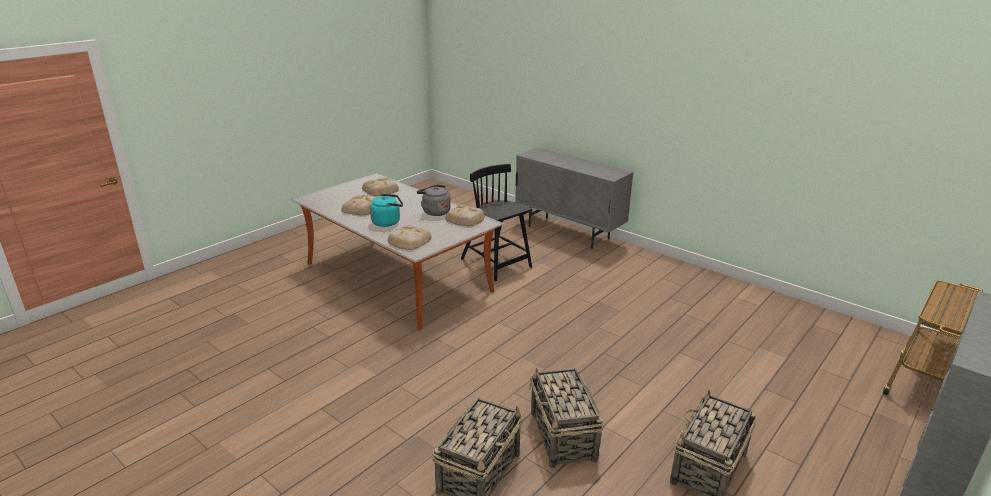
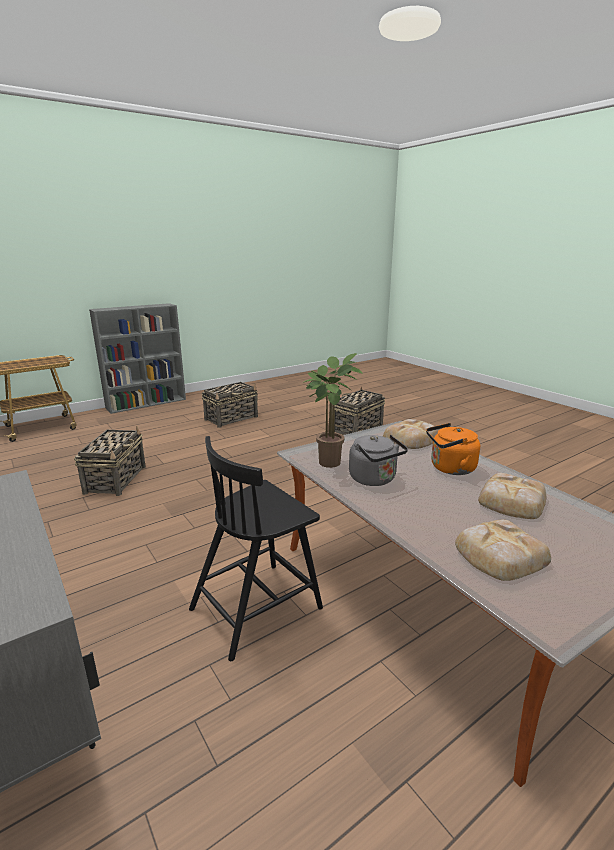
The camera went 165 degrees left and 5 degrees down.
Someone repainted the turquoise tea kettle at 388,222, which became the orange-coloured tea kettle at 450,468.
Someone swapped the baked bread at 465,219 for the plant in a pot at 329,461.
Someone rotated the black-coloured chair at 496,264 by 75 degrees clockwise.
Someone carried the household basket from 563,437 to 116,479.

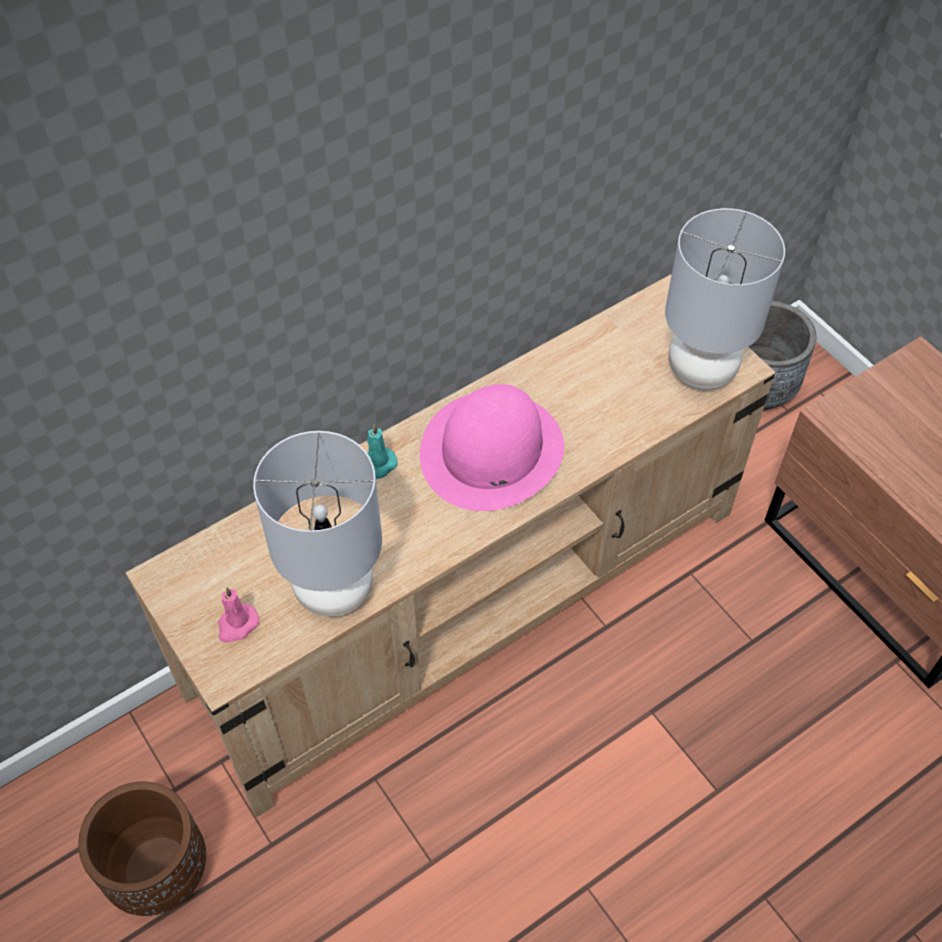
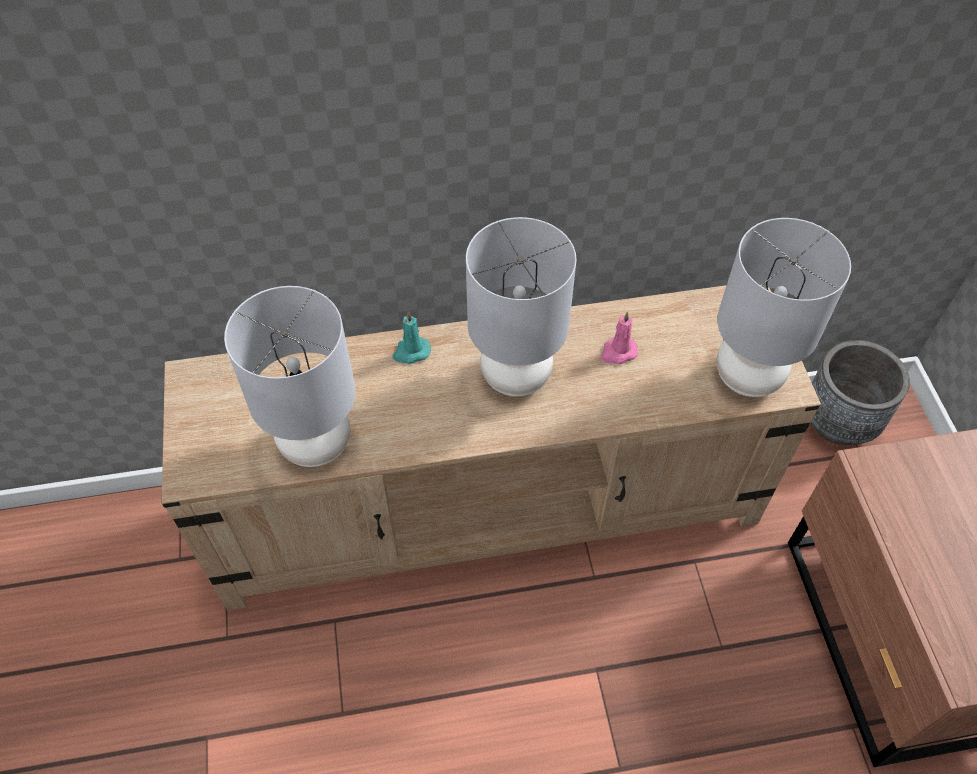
The camera went 25 degrees right and 0 degrees up.
Someone took away the brown planter at 158,870.
Someone carried the pinkish wax light from 237,625 to 618,352.
Someone swapped the pinkish wearable hat at 492,451 for the grey lamp for a table at 515,376.

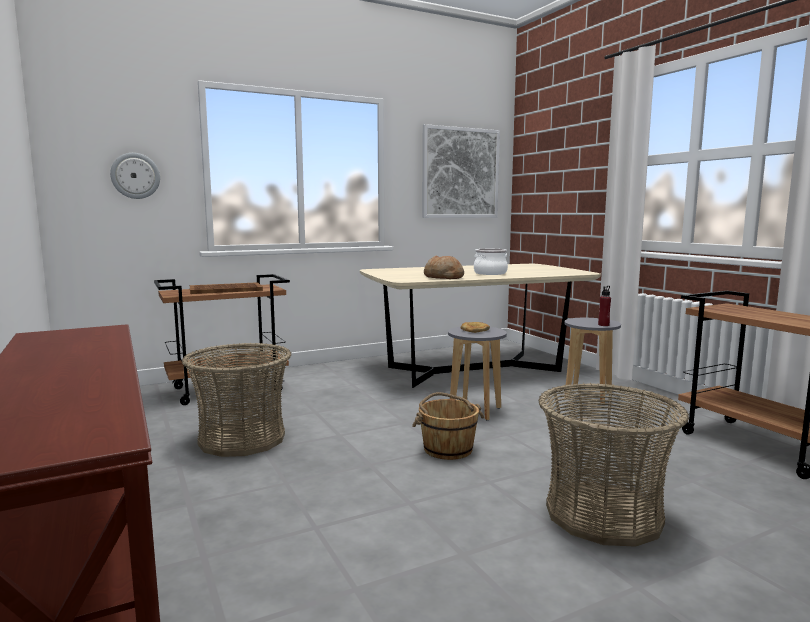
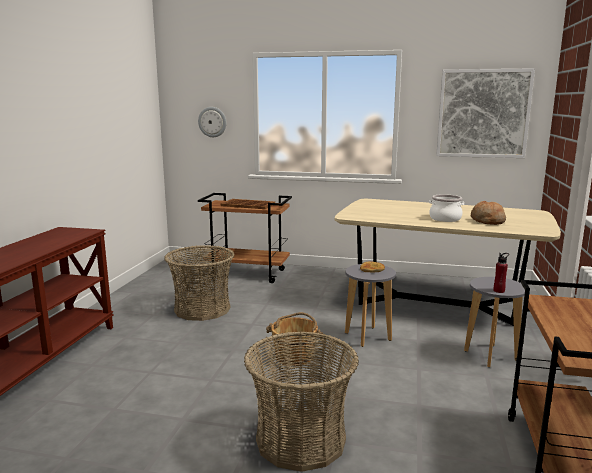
The camera went 40 degrees right and 5 degrees up.
Someone carried the baked bread from 443,277 to 487,221.

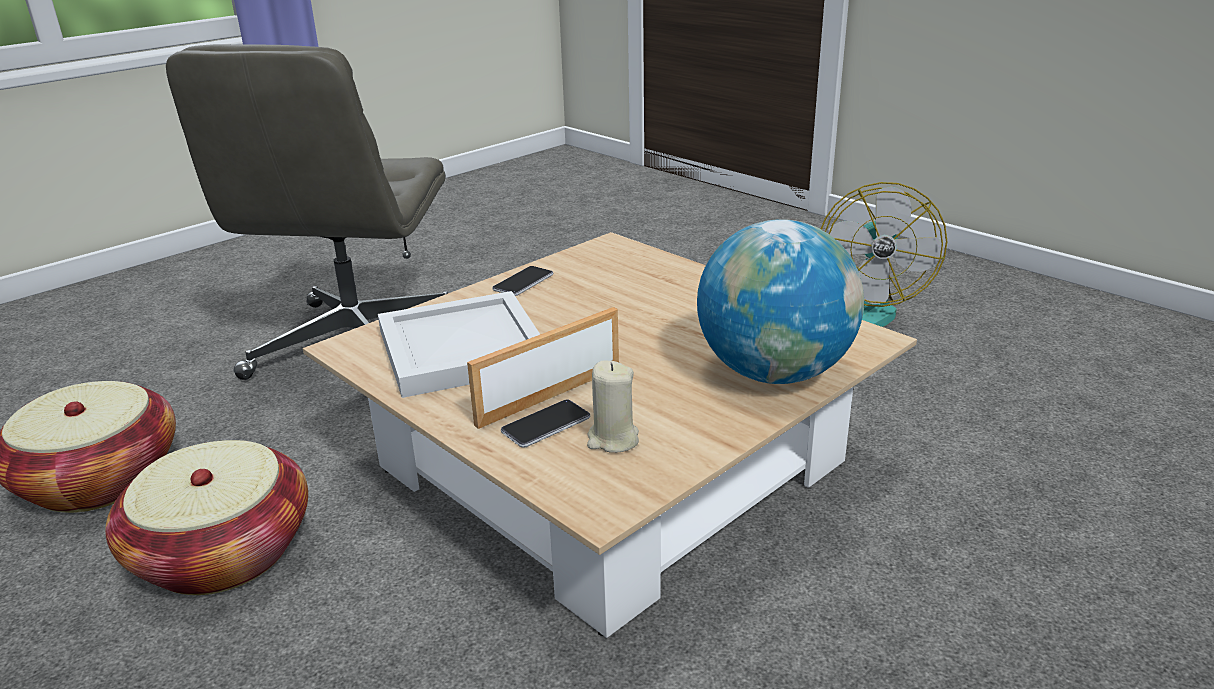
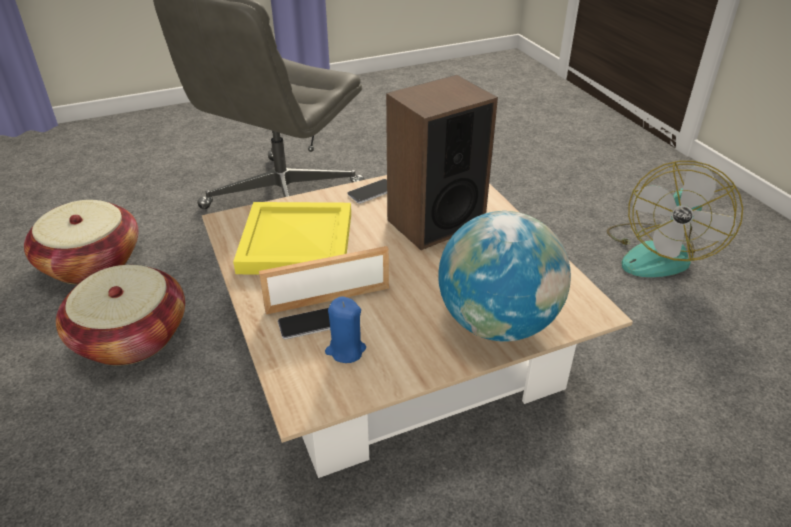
The camera went 20 degrees right and 10 degrees up.
Someone repainted the whitish carrying tray at 459,348, which became the yellow carrying tray at 295,241.
Someone repainted the beige-coloured wax light at 612,439, which became the bluish wax light at 345,350.
Someone put down the audio speaker at 435,222.

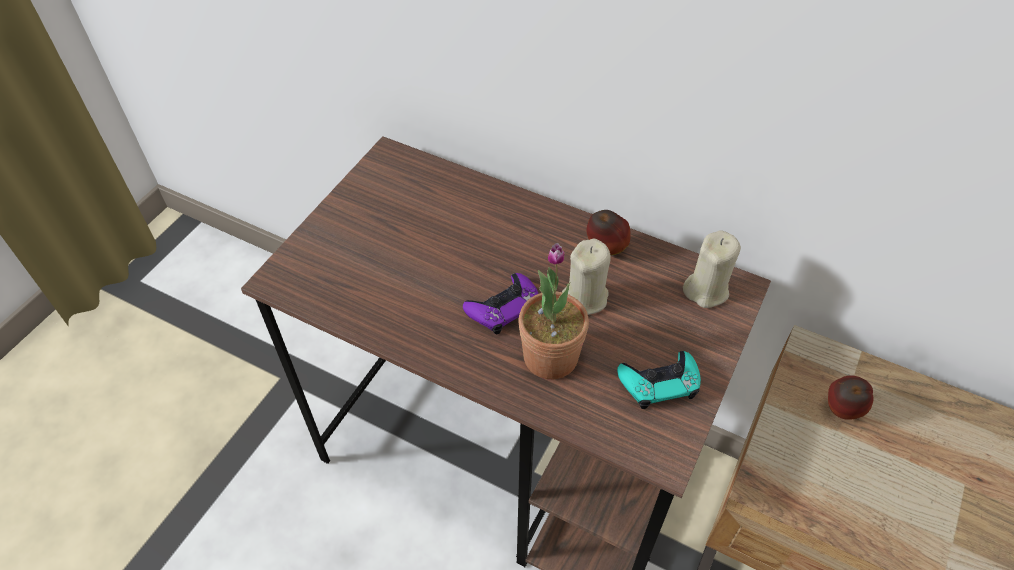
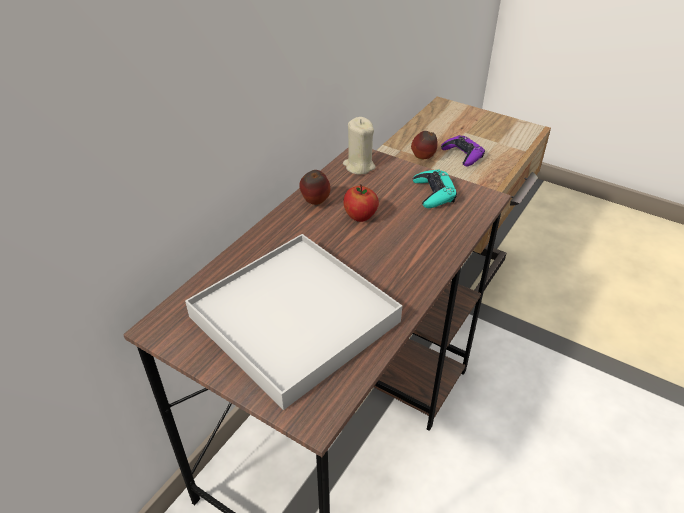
The camera went 85 degrees left and 10 degrees down.
Someone carried the purplish joypad from 503,308 to 463,154.
Someone took away the plant in a pot at 550,357.
Someone swapped the beige-coloured wax light at 585,297 for the apple fruit at 360,217.
Someone put down the whitish carrying tray at 293,319.

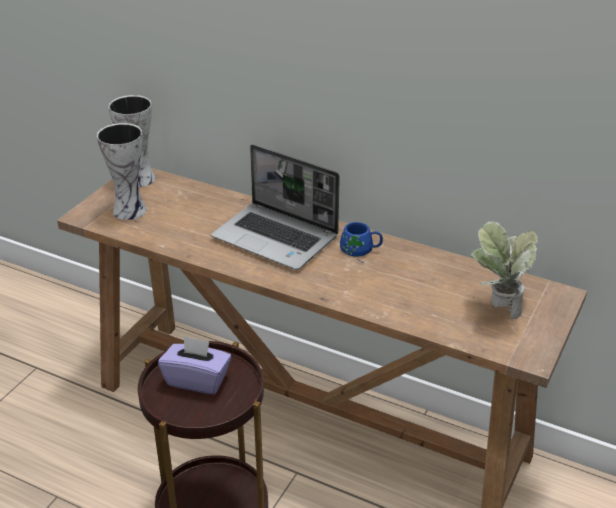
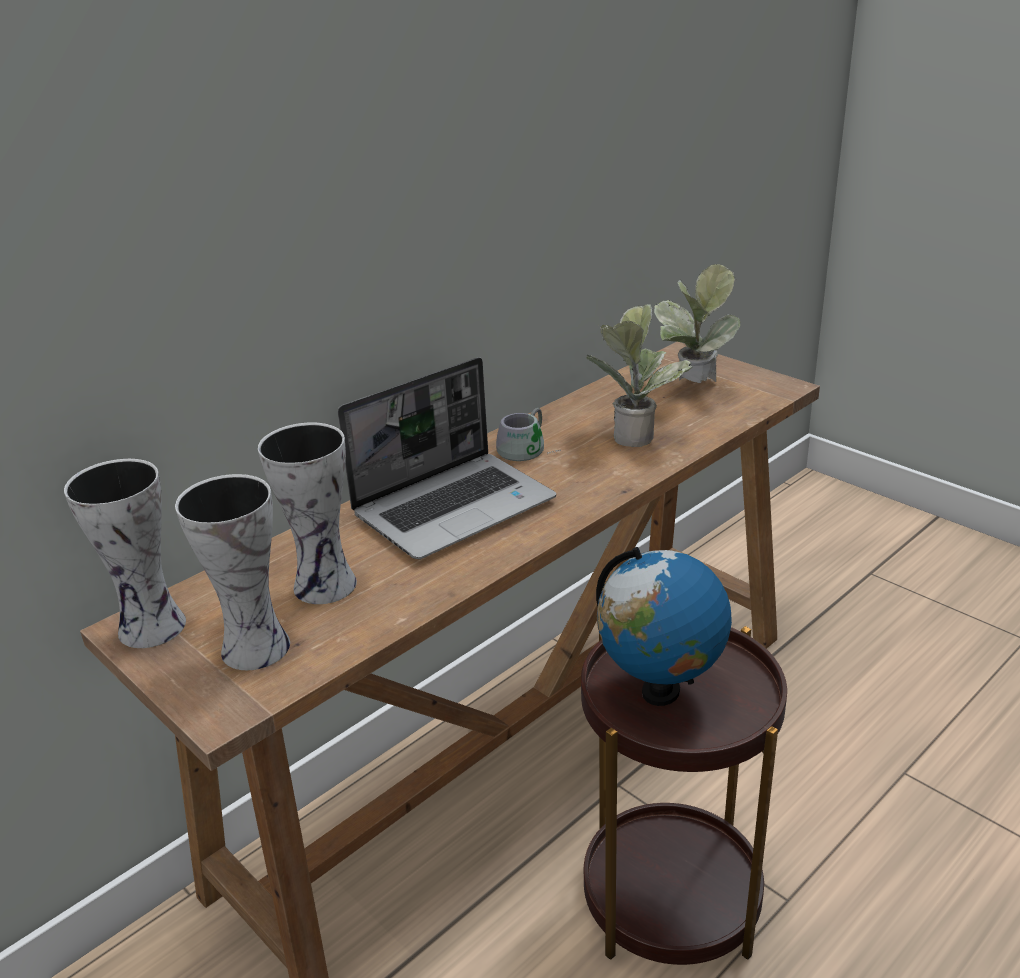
The camera went 70 degrees left and 5 degrees down.
Someone swapped the purplish tissue box at 197,380 for the desk globe at 660,692.
Someone repainted the bluish coffee mug at 359,250, which became the grey coffee mug at 528,449.
Someone put down the vase at 328,585.
Someone put down the plant in a pot at 635,433.

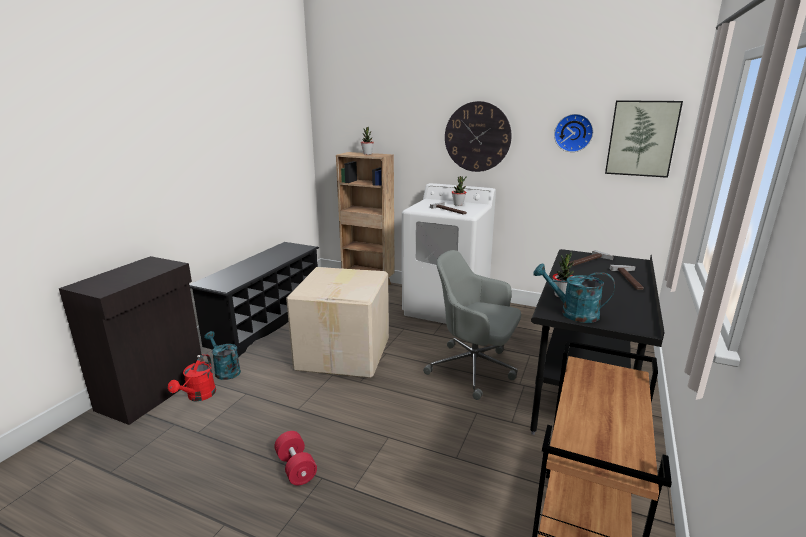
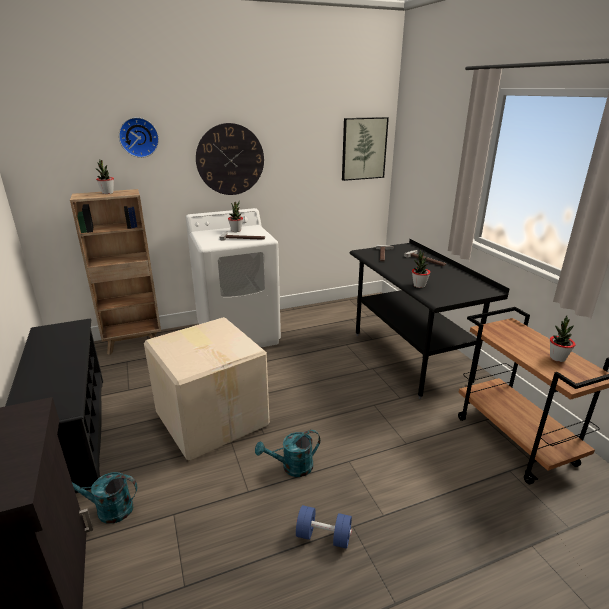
The camera went 45 degrees left and 5 degrees up.
Someone took away the reddish watering pot at 198,396.
Someone repainted the reddish dumbbell at 296,468, which became the bluish dumbbell at 323,536.
Someone took away the grey desk chair at 474,369.
Someone carried the turquoise watering pot from 572,313 to 292,467.
Someone carried the hanging clock from 573,133 to 138,137.
Someone put down the plant in a pot at 557,358.

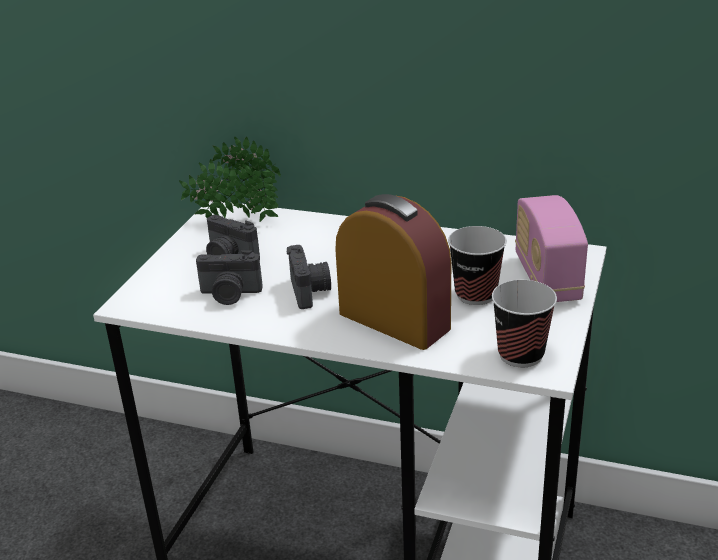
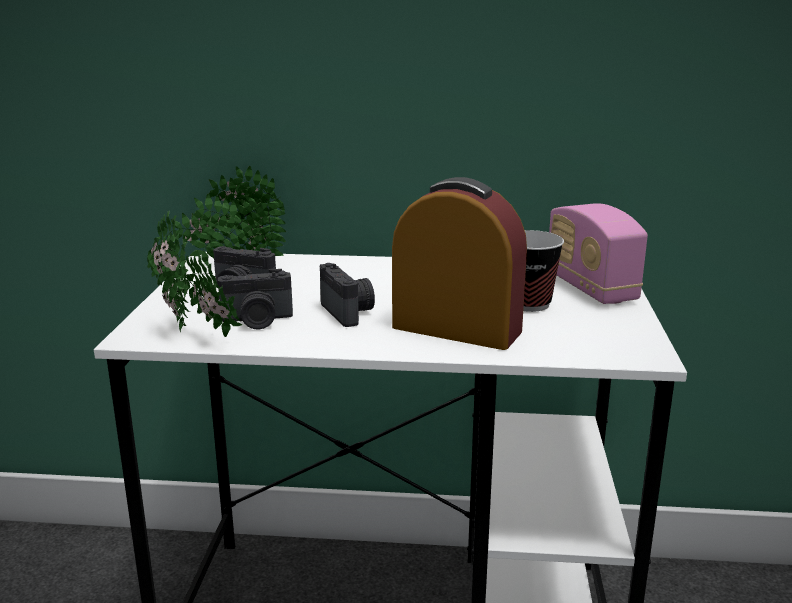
The camera went 15 degrees left and 10 degrees down.
Someone took away the drinking cup at 521,354.
Someone put down the plant in a pot at 196,335.

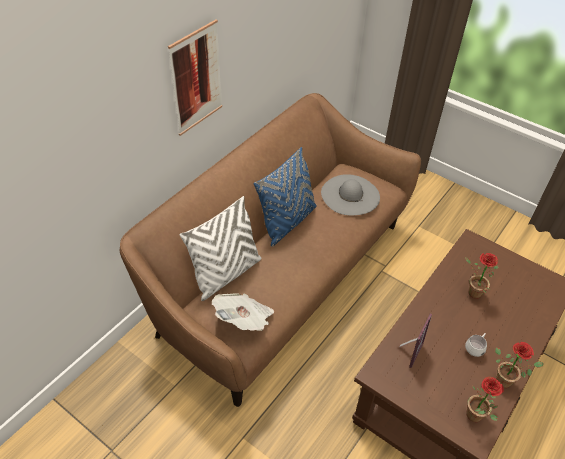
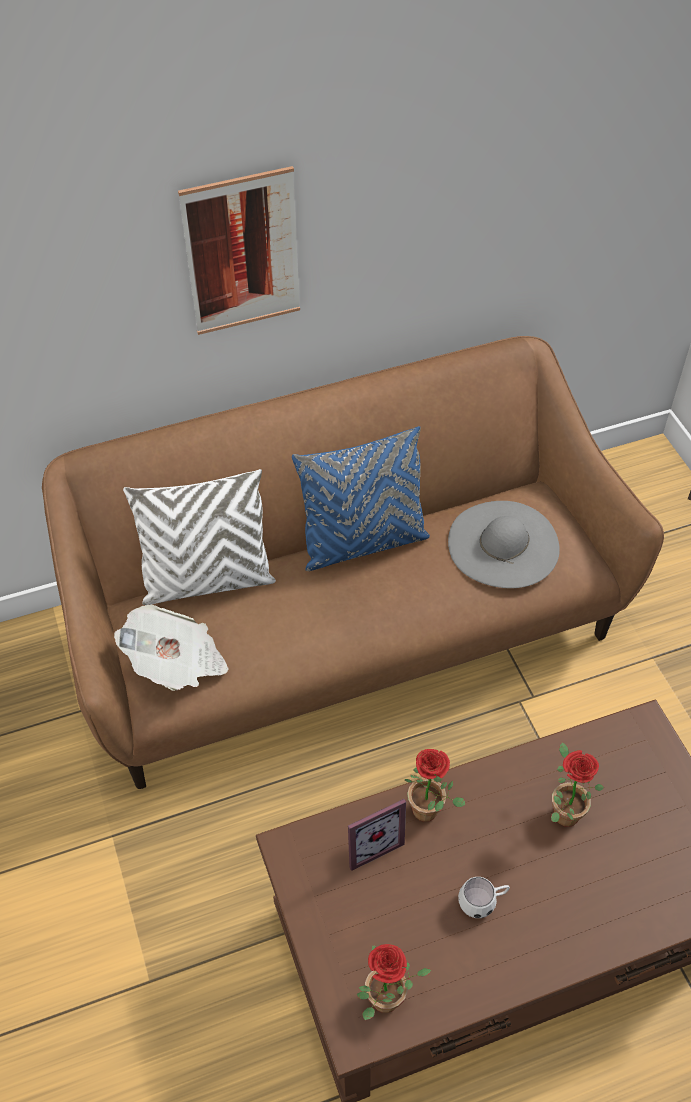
The camera went 35 degrees right and 5 degrees up.
Someone carried the plant in a pot from 506,380 to 430,812.

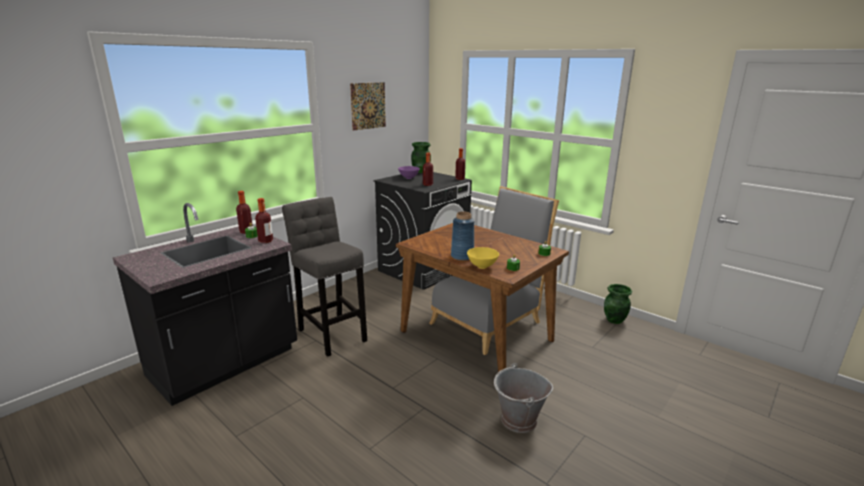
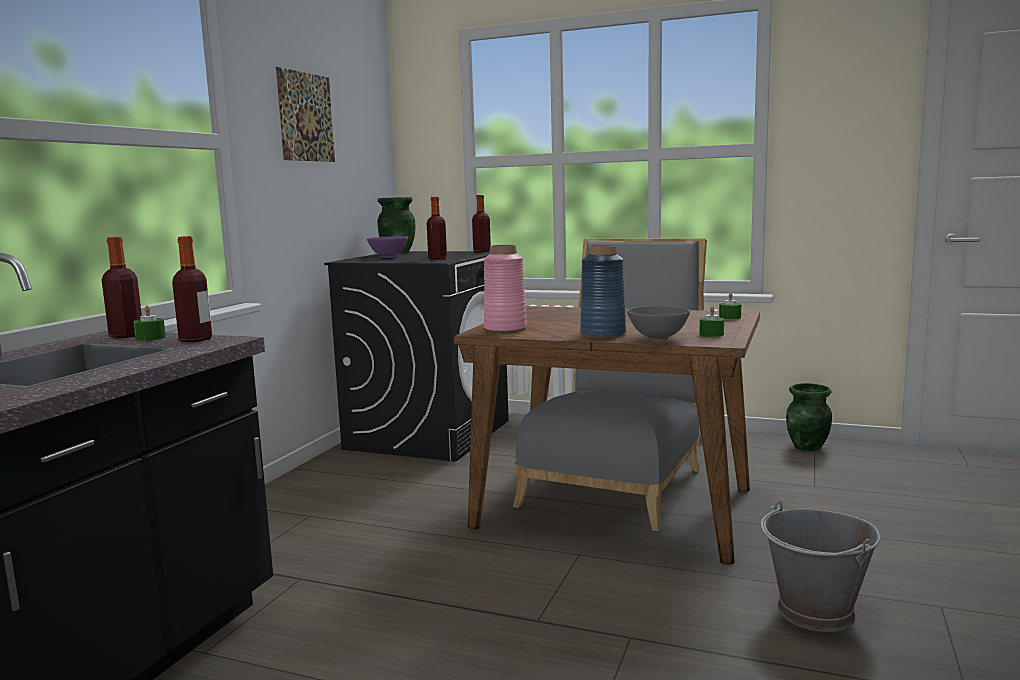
The camera went 20 degrees left and 10 degrees down.
Someone took away the grey stool at 331,333.
Someone repainted the yellow deep dish at 482,267, which became the grey deep dish at 658,339.
Someone put down the pinkish vase at 505,329.

